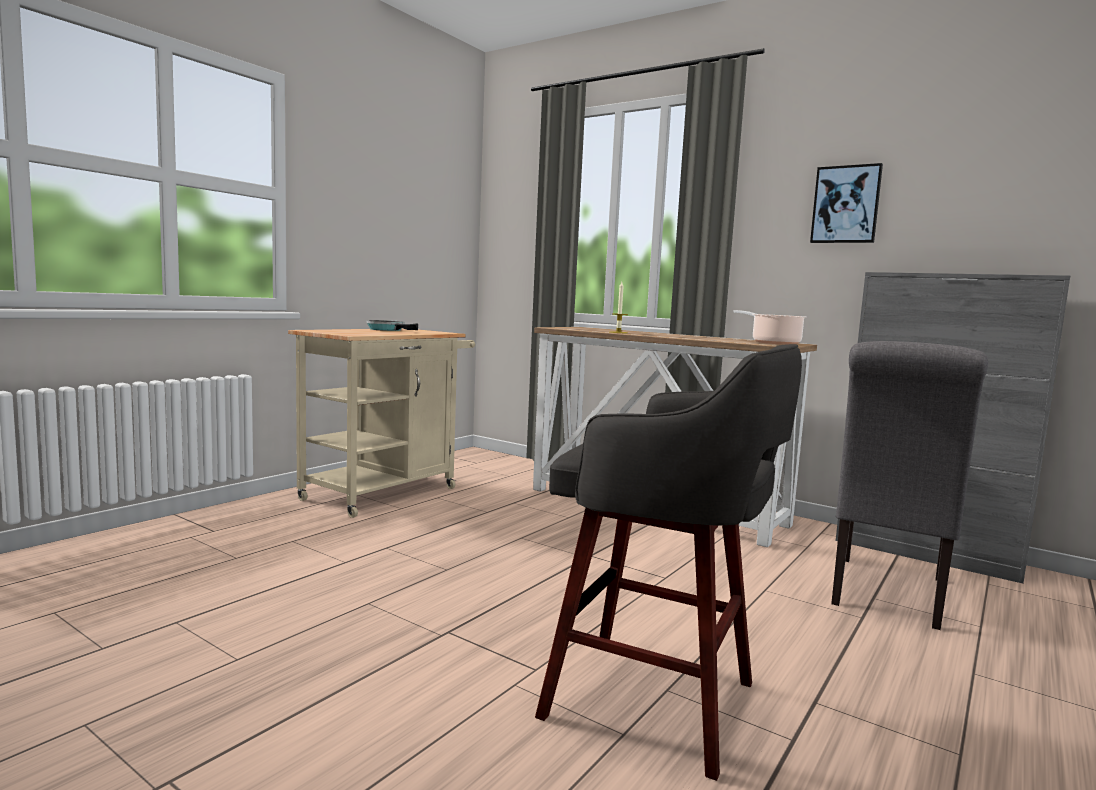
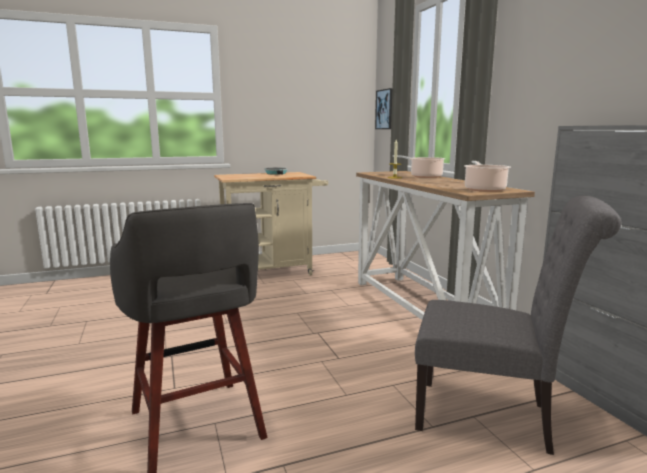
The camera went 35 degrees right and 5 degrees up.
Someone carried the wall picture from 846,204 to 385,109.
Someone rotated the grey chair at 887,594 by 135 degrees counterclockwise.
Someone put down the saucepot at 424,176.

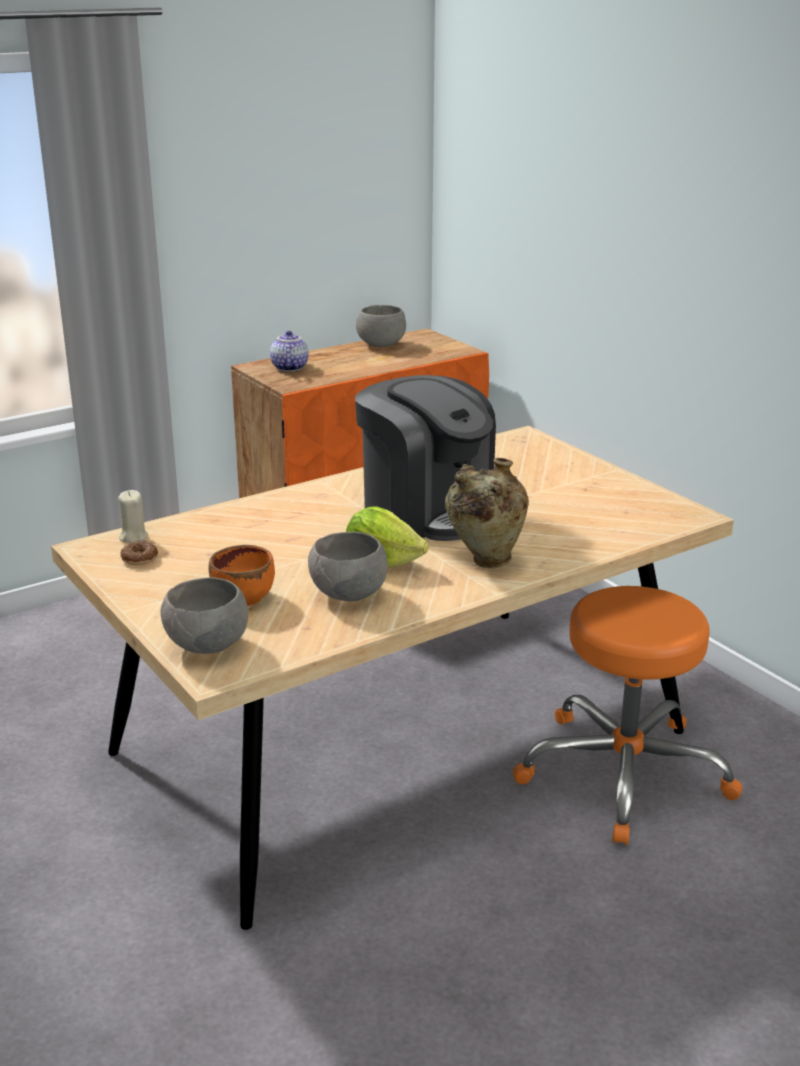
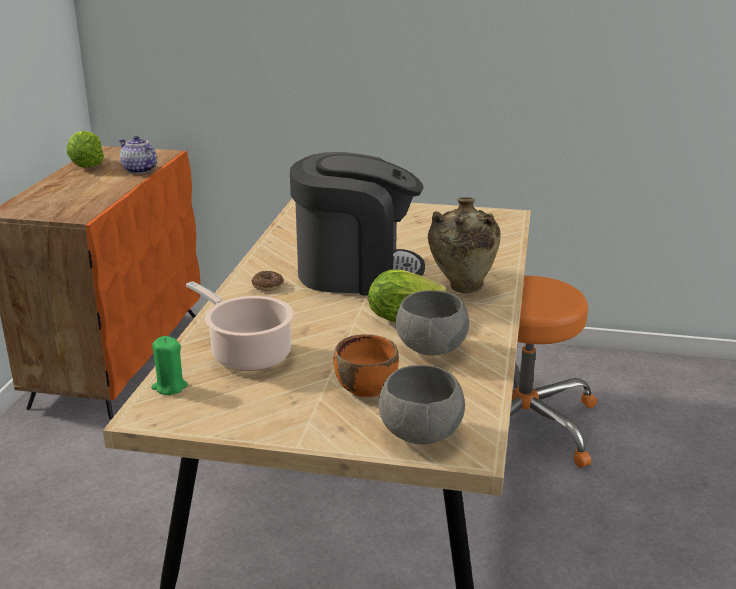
The camera went 45 degrees left and 0 degrees up.
Someone repainted the beige-coloured wax light at 133,537, which became the green-coloured wax light at 169,387.
Someone carried the ring doughnut from 139,559 to 267,286.
Someone carried the tea pot from 288,367 to 138,170.
Someone swapped the grey deep dish at 380,344 for the lettuce head at 87,166.
Someone put down the saucepot at 247,353.

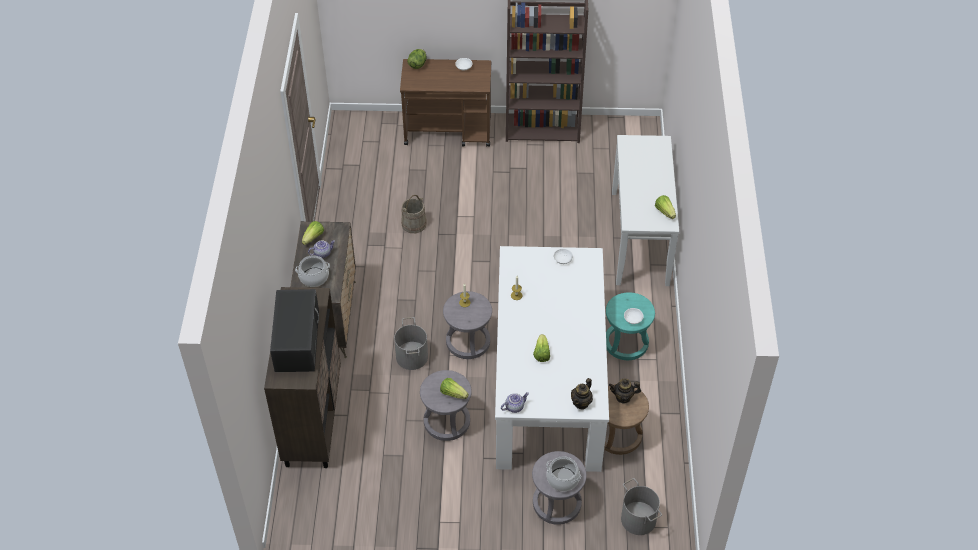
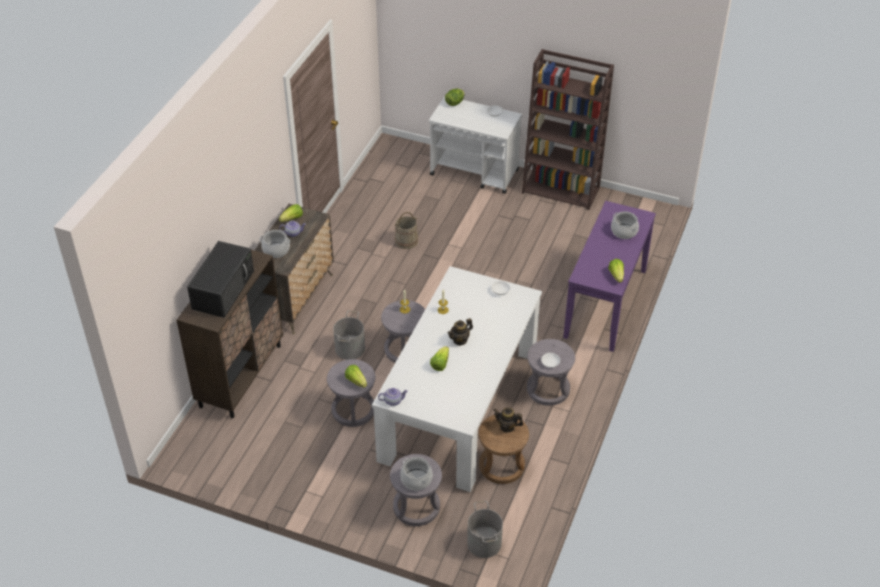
The camera went 20 degrees right and 5 degrees down.
Someone repainted the brown trolley at 448,131, which became the whitish trolley at 475,173.
Someone carried the tea pot from 581,402 to 460,340.
Someone repainted the turquoise stool at 626,343, which became the grey stool at 548,389.
Someone repainted the whitish hall table at 640,237, which became the purplish hall table at 606,303.
Someone put down the saucepot at 624,231.

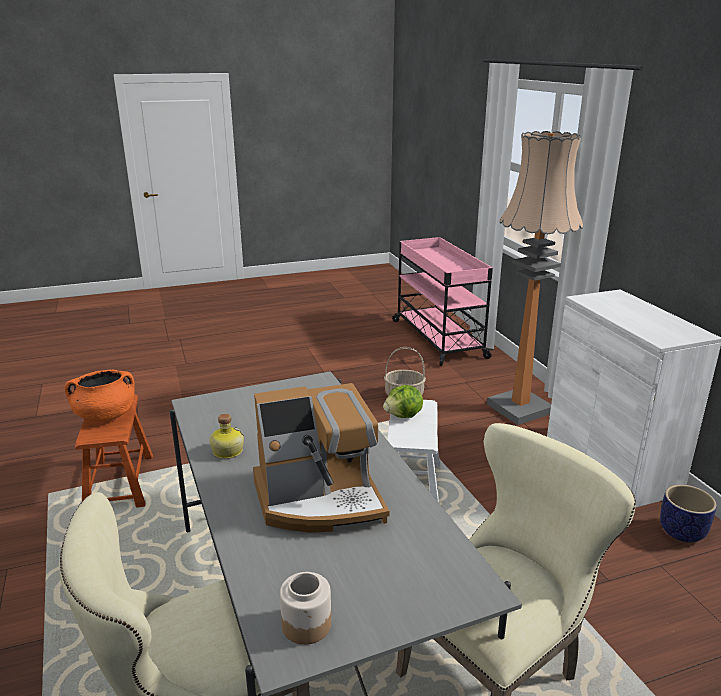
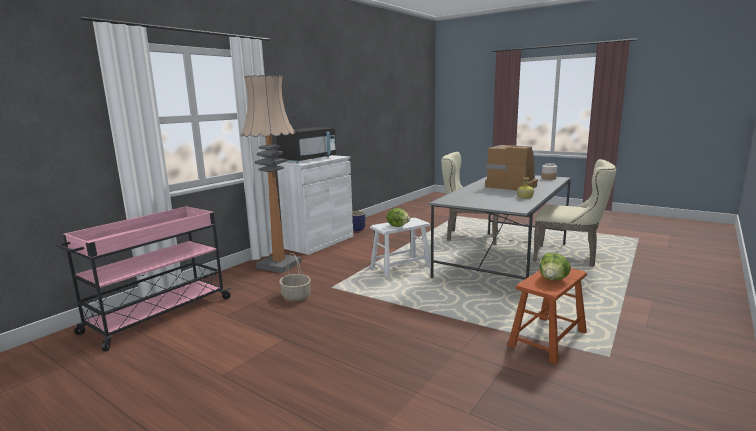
The camera went 125 degrees left and 10 degrees down.
Someone swapped the orange-coloured saucepot at 105,415 for the lettuce head at 553,279.
Someone put down the black-coloured microwave oven at 308,160.

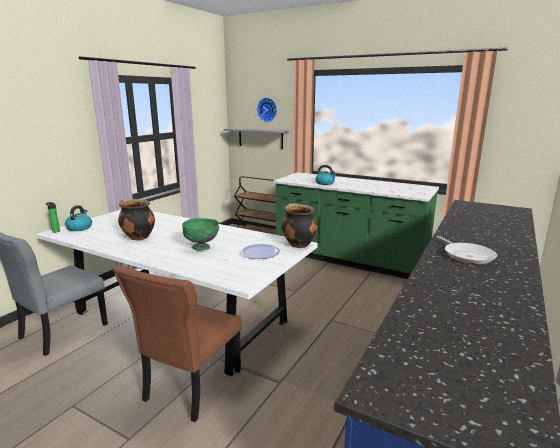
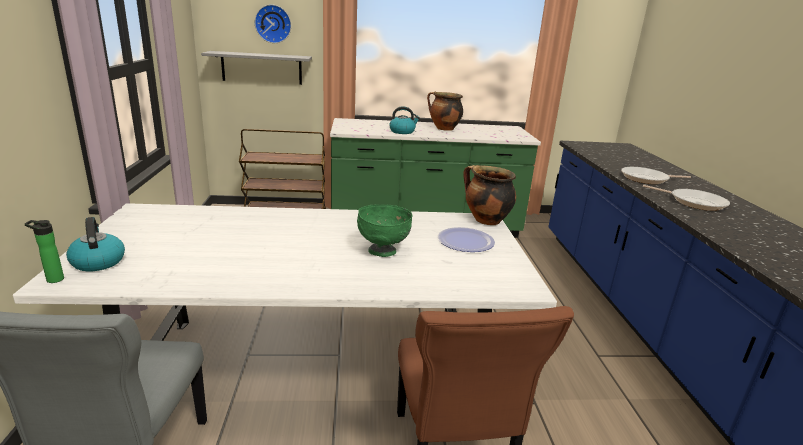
The camera went 35 degrees left and 5 degrees up.
Someone carried the saucepot from 138,237 to 443,129.
Someone put down the frying pan at 647,179.

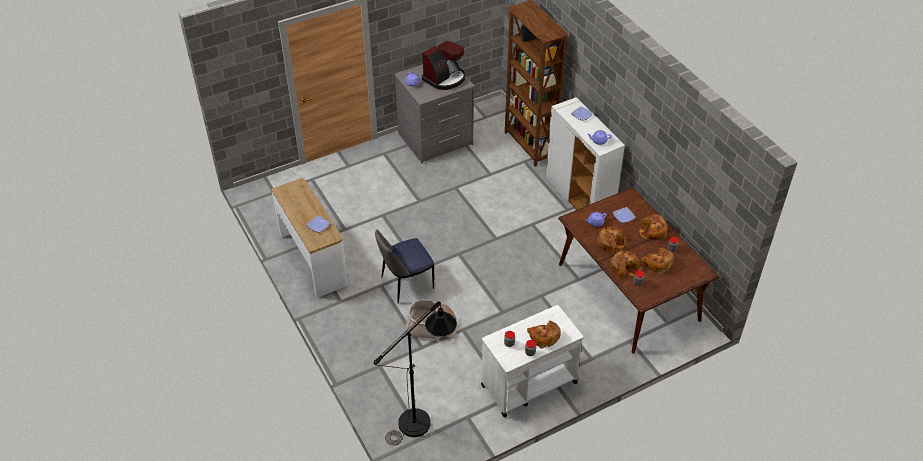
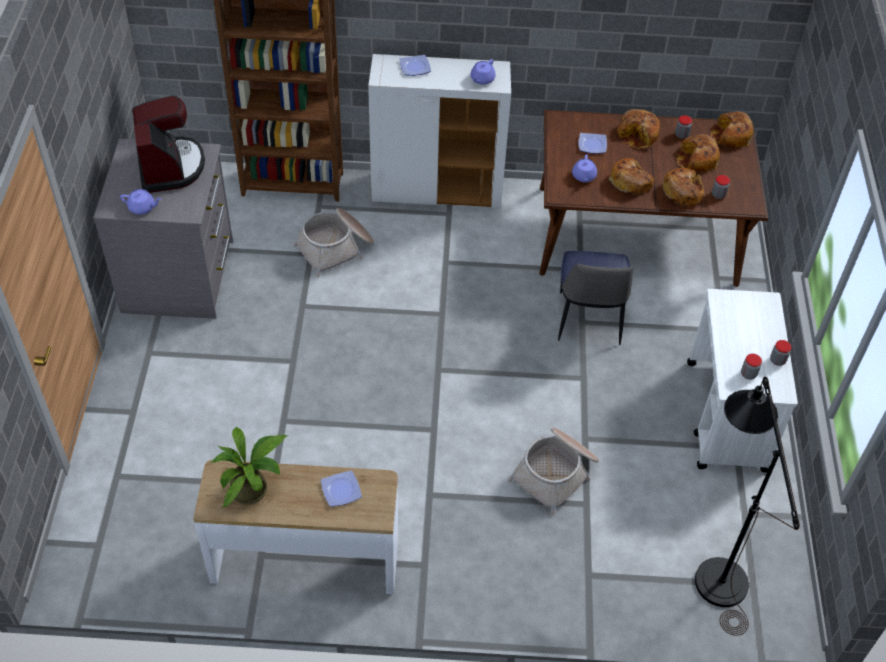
The camera went 60 degrees left and 5 degrees up.
Someone carried the chair from 405,284 to 588,320.
Someone carried the baked bread from 544,336 to 730,136.
Someone put down the plant in a pot at 254,489.
Someone put down the household basket at 336,248.

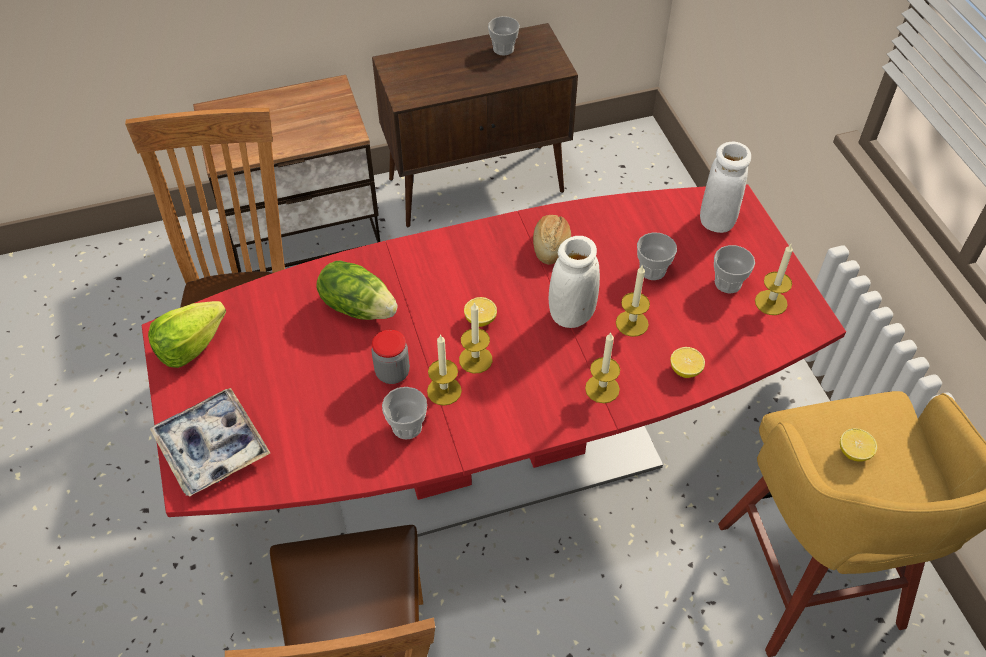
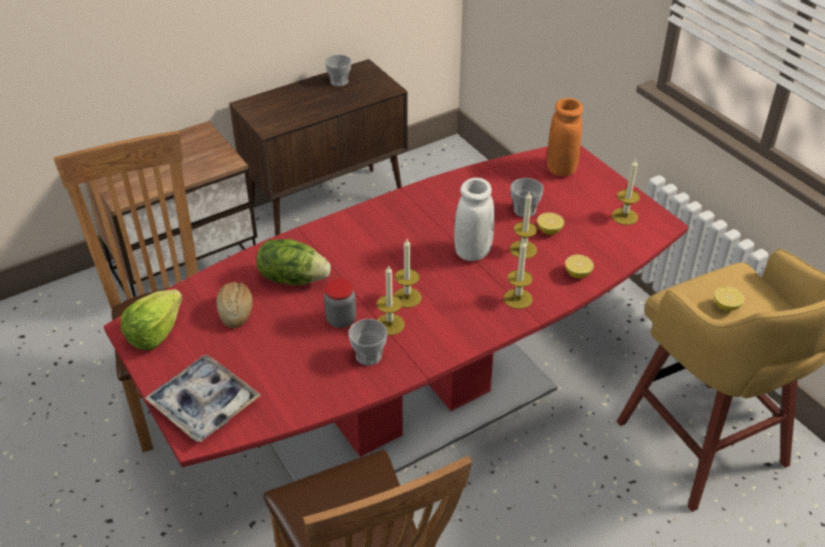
The camera went 15 degrees left and 10 degrees down.
Someone carried the whole lemon from 480,319 to 549,230.
Someone carried the baked bread from 551,246 to 236,311.
Someone repainted the whitish vase at 717,220, which became the orange-coloured vase at 561,168.
Someone took away the drinking cup at 728,283.

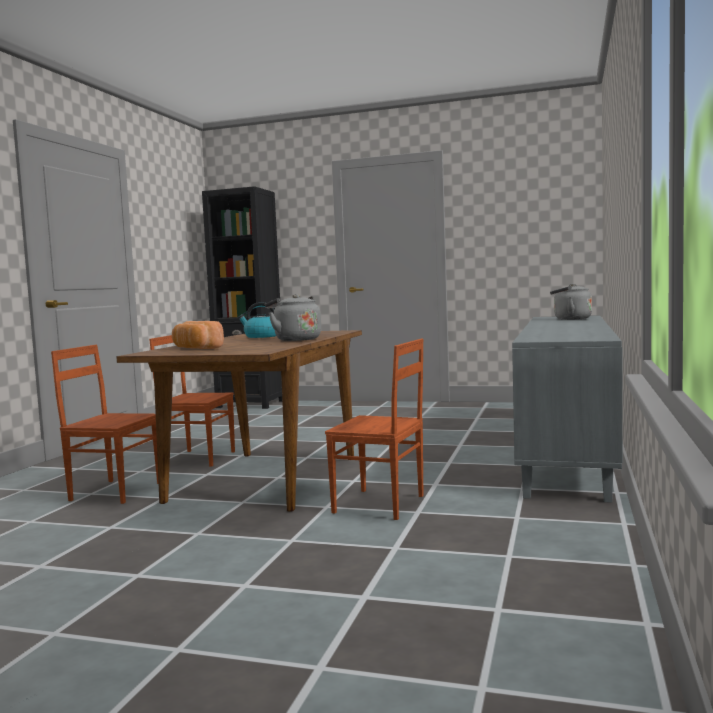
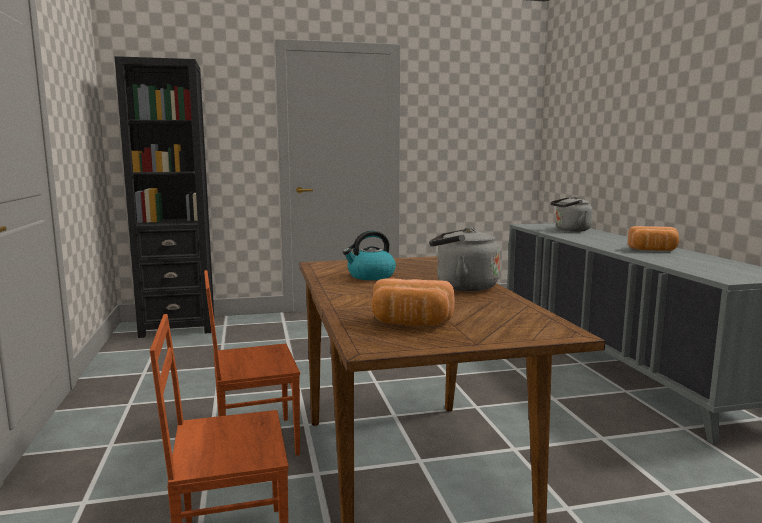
The camera went 30 degrees left and 5 degrees up.
Someone took away the brown chair at 380,505.
Someone put down the baked bread at 653,250.

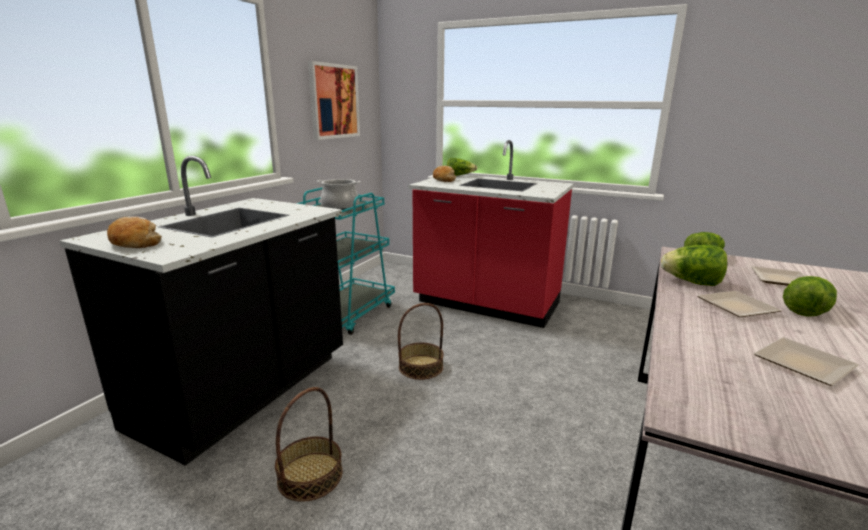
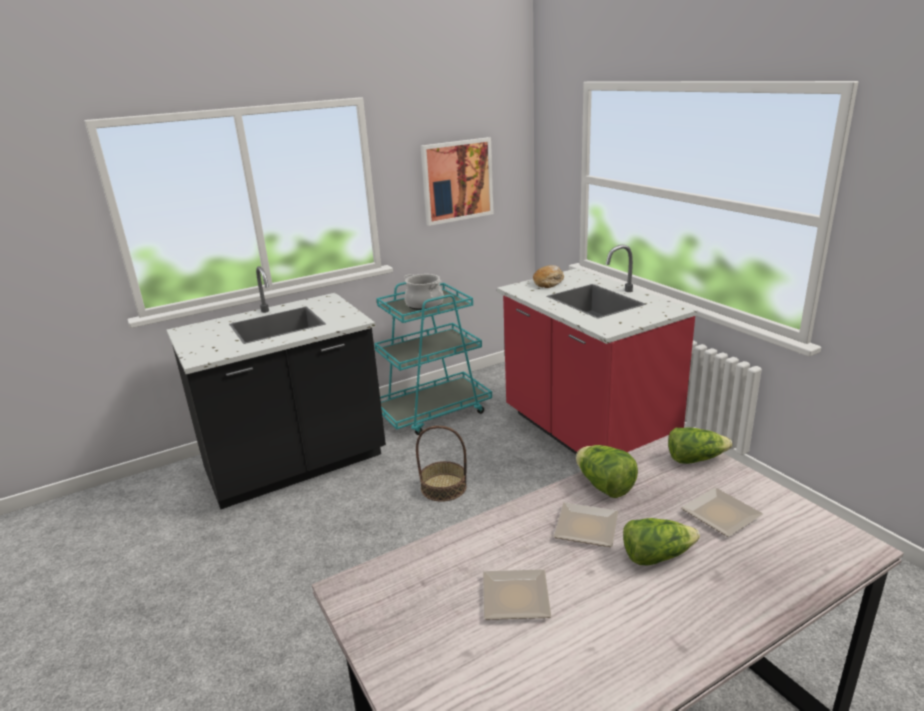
The camera went 35 degrees right and 5 degrees up.
Someone took away the baked bread at 134,243.
Someone took away the household basket at 310,475.
Someone took away the lettuce head at 459,175.

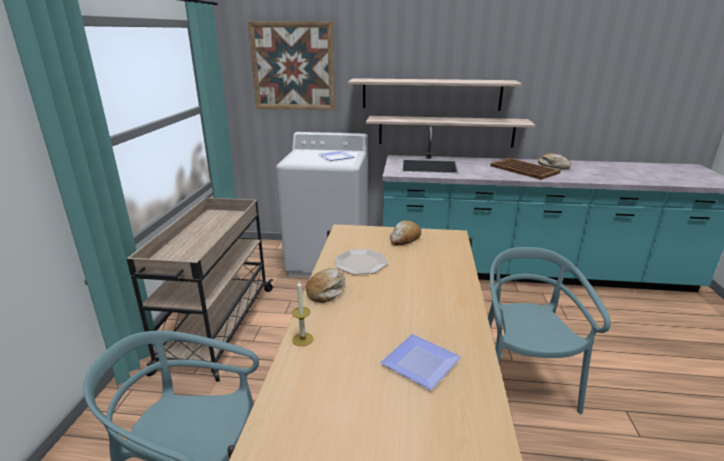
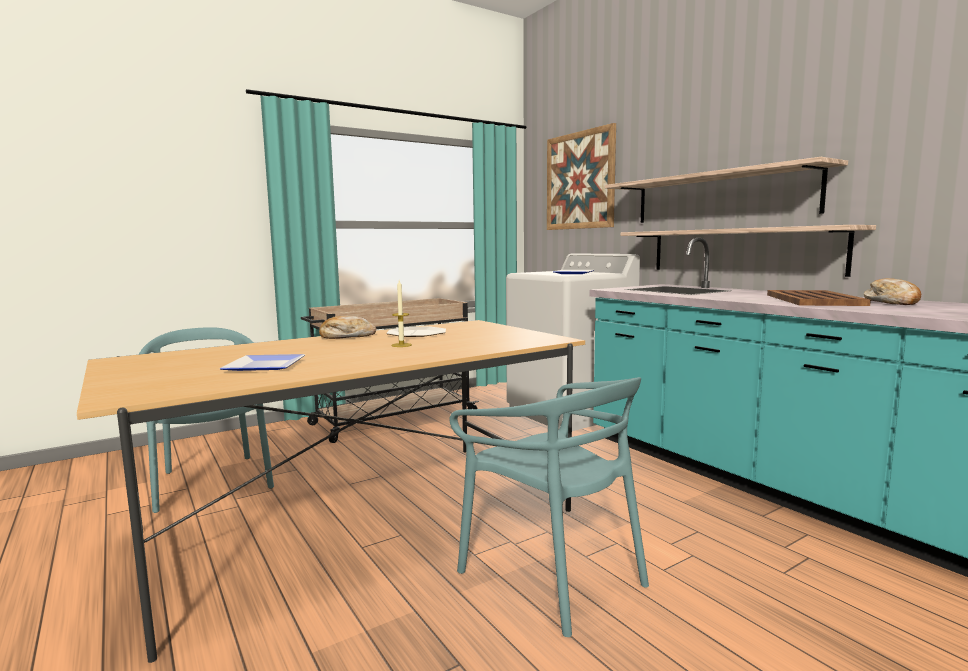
The camera went 50 degrees right and 15 degrees down.
Someone carried the wax light from 302,339 to 401,345.
Someone took away the baked bread at 404,238.
Someone rotated the turquoise chair at 522,381 by 90 degrees clockwise.

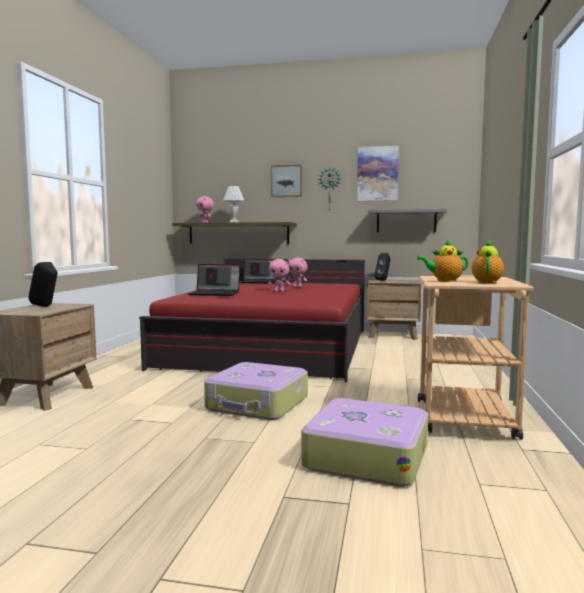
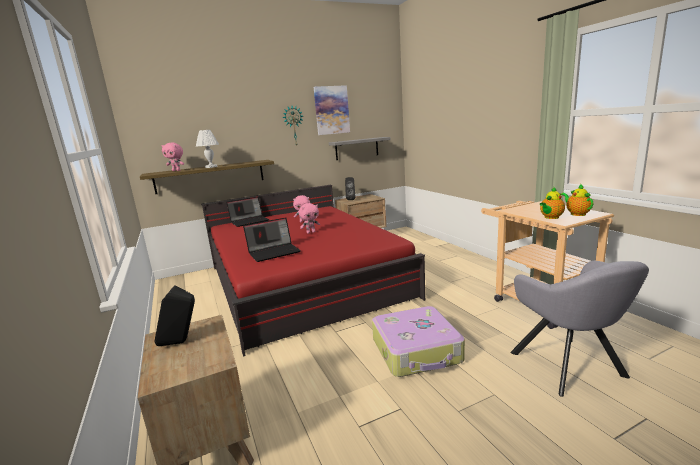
The camera went 35 degrees left and 10 degrees up.
Someone took away the wall picture at 286,181.
Someone swapped the travel case at 366,456 for the grey lounge chair at 570,368.

